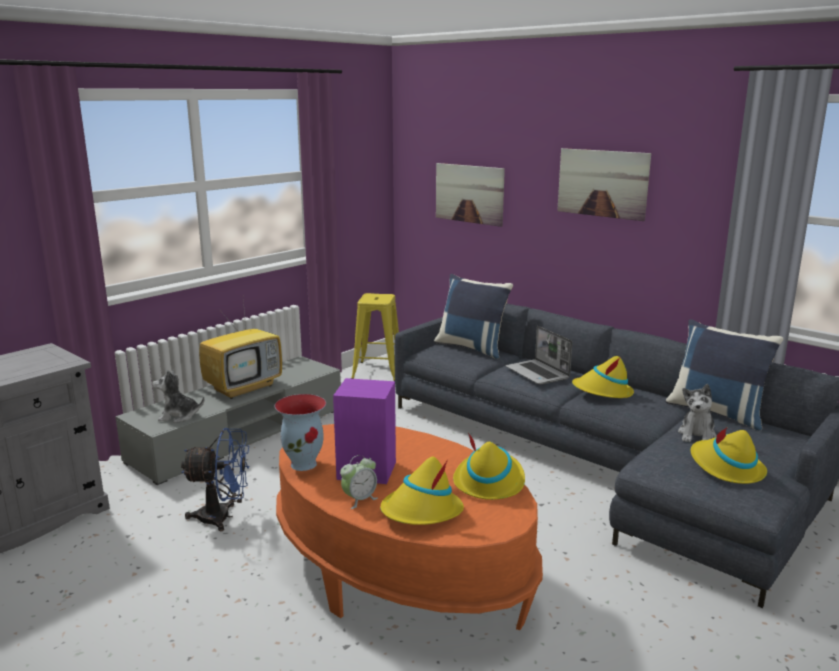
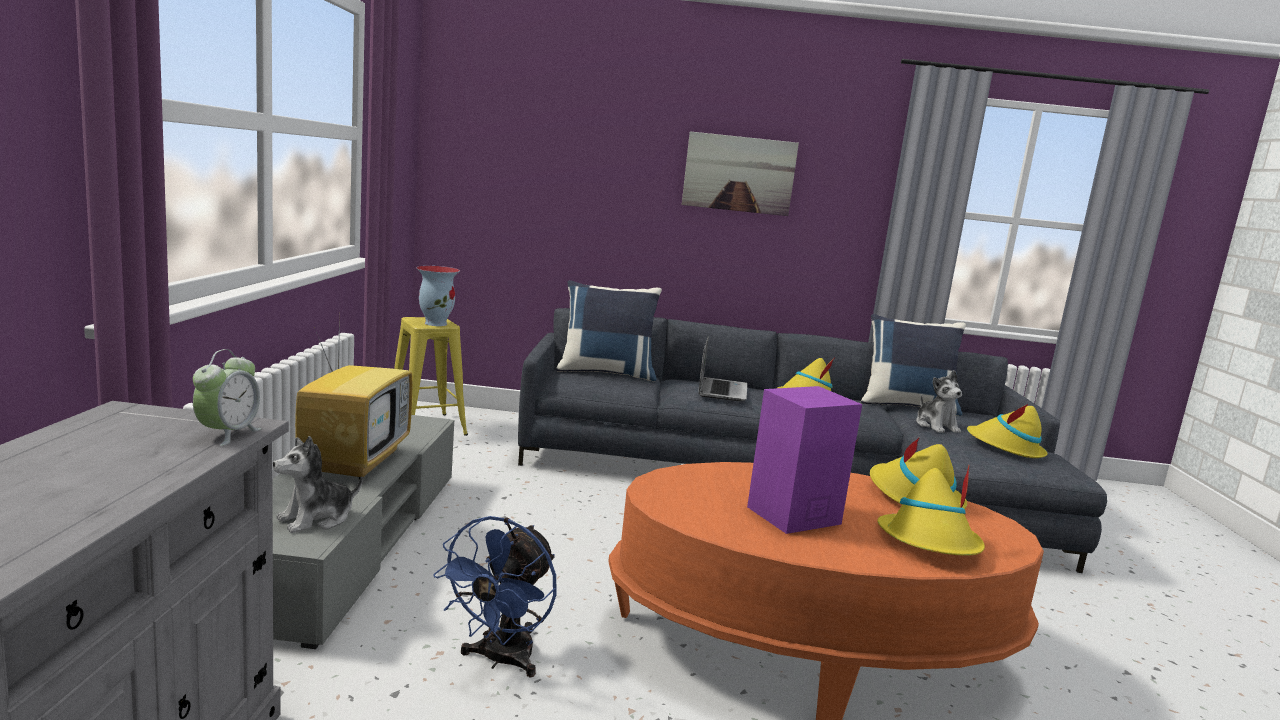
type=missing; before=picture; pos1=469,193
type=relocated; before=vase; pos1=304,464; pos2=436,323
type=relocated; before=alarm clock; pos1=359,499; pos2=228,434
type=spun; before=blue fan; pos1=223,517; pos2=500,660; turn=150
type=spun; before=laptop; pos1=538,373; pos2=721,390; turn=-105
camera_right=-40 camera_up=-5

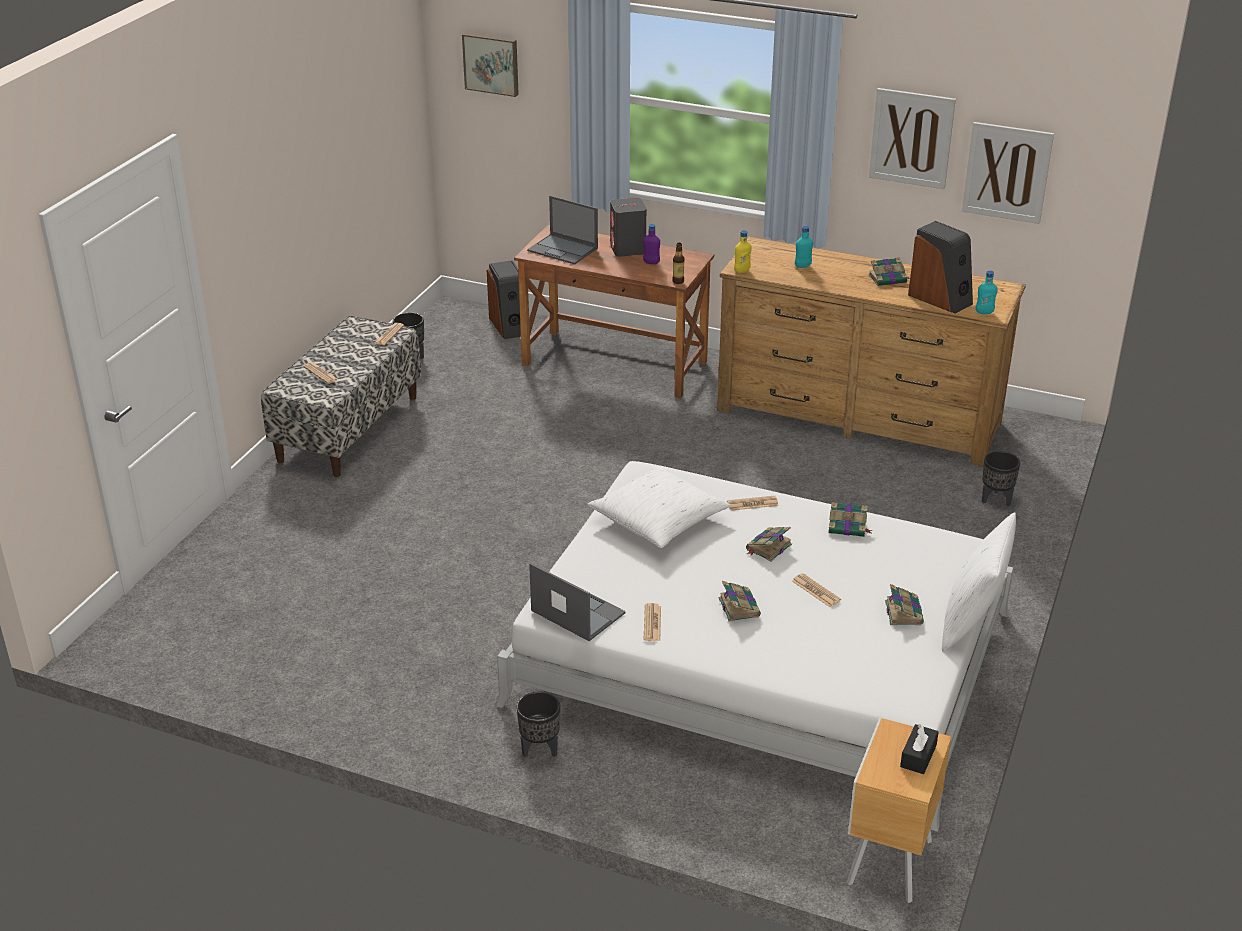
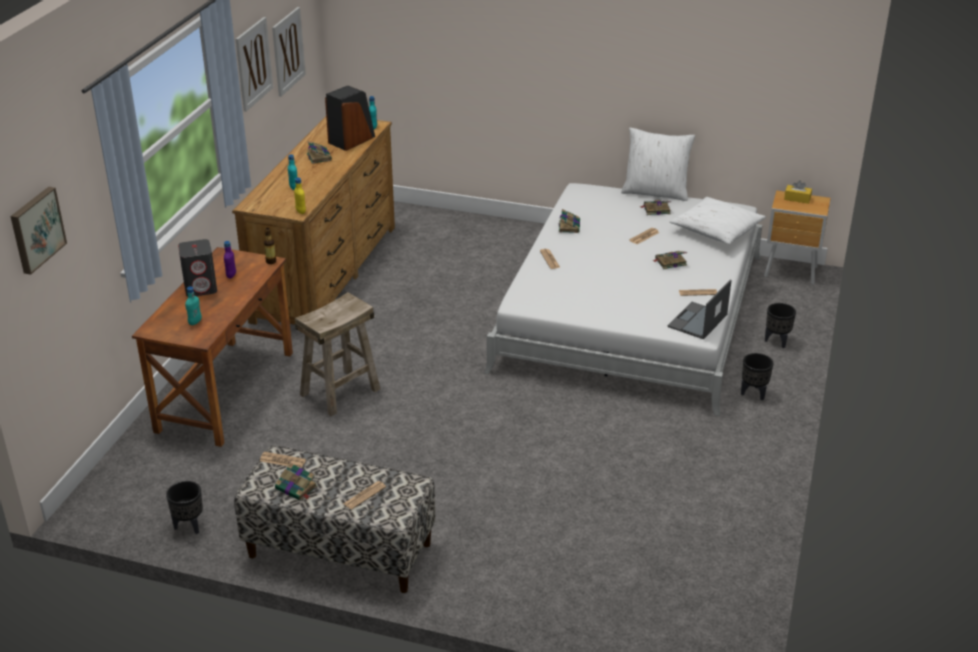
type=missing; before=speaker; pos1=509,326
type=appeared; after=beige stool; pos2=340,392
type=relocated; before=white pillow; pos1=659,519; pos2=716,230
type=relocated; before=book; pos1=768,547; pos2=297,488
type=relocated; before=black planter; pos1=996,500; pos2=777,341
type=exchanged; before=laptop; after=turquoise bottle; pos1=563,249; pos2=195,322
type=colour; before=black tissue box; after=yellow tissue box; pos1=918,756; pos2=797,199
camera_right=-95 camera_up=0

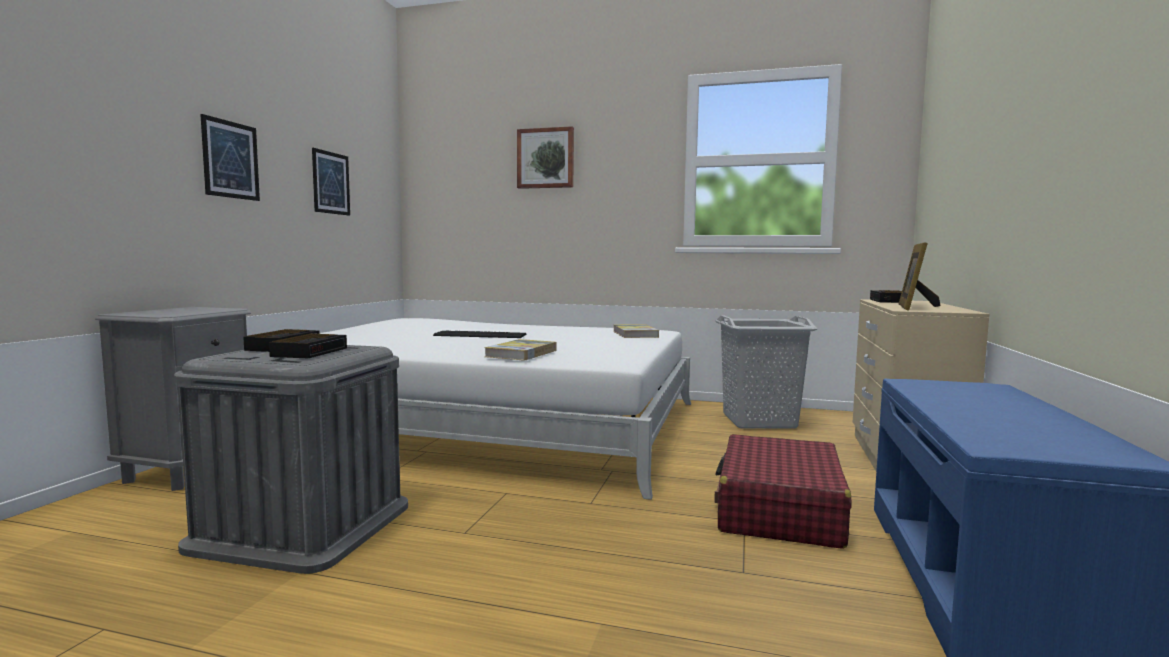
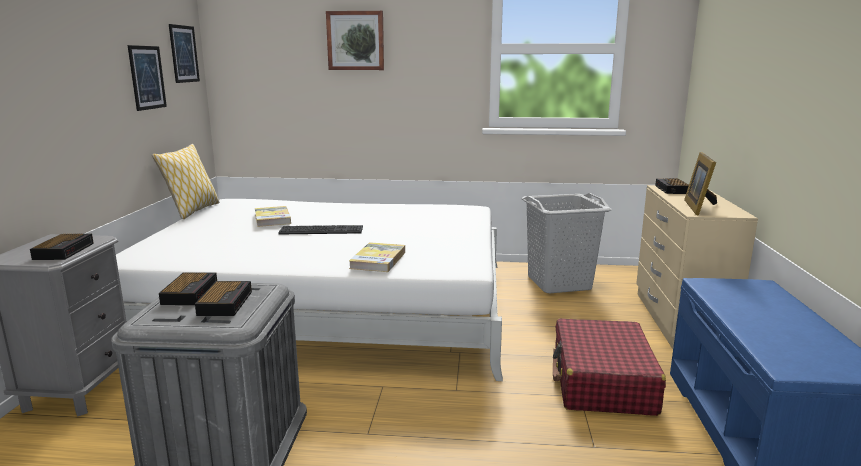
type=appeared; after=alarm clock; pos2=64,251
type=appeared; after=pillow; pos2=192,211
type=relocated; before=picture; pos1=231,159; pos2=184,54
type=relocated; before=book; pos1=635,334; pos2=272,219
camera_right=-10 camera_up=10

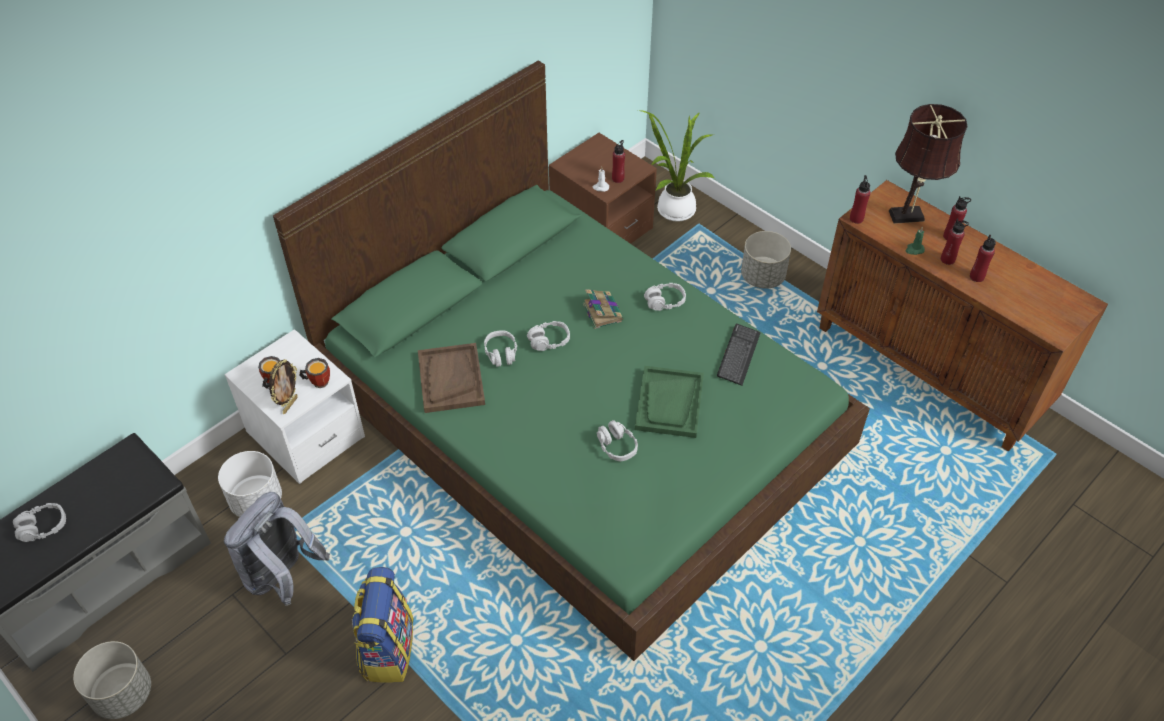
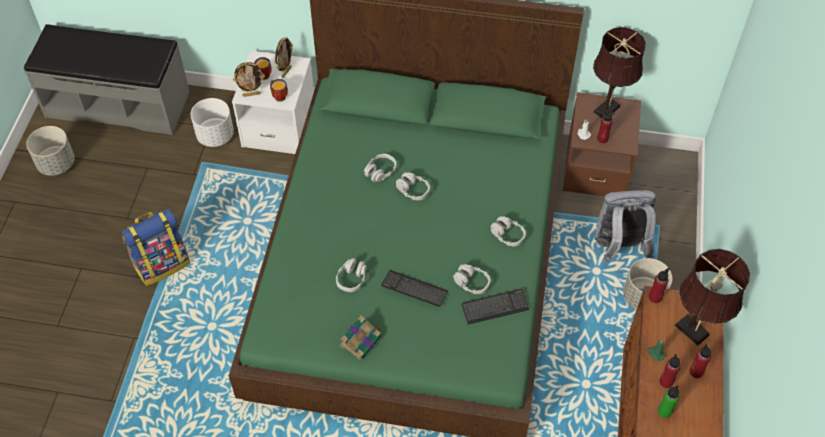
type=missing; before=brown tray; pos1=451,379
type=missing; before=potted plant; pos1=673,209
type=appeared; after=picture frame; pos2=286,72
type=appeared; after=brown table lamp; pos2=608,108
type=relocated; before=grey headphones; pos1=43,527; pos2=471,282
type=relocated; before=grey backpack; pos1=283,577; pos2=619,247
type=relocated; before=book; pos1=602,311; pos2=361,340
type=exchanged; before=green tray; after=keyboard; pos1=669,403; pos2=414,289
type=colour; before=red bottle; after=green bottle; pos1=976,277; pos2=664,411
camera_right=55 camera_up=5

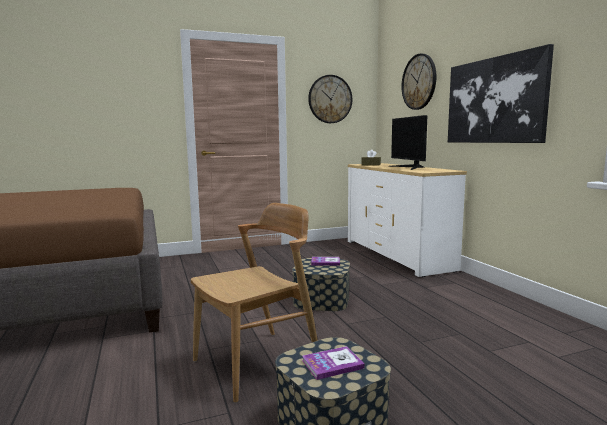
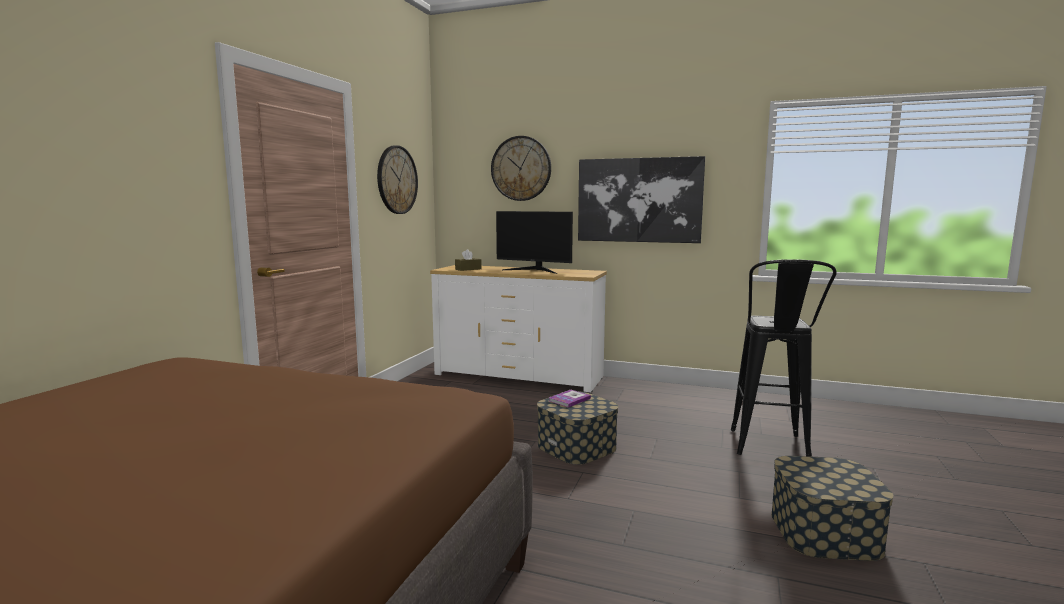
type=missing; before=brown chair; pos1=257,363
type=missing; before=book; pos1=332,364
type=appeared; after=black stool; pos2=770,451
camera_right=-50 camera_up=0

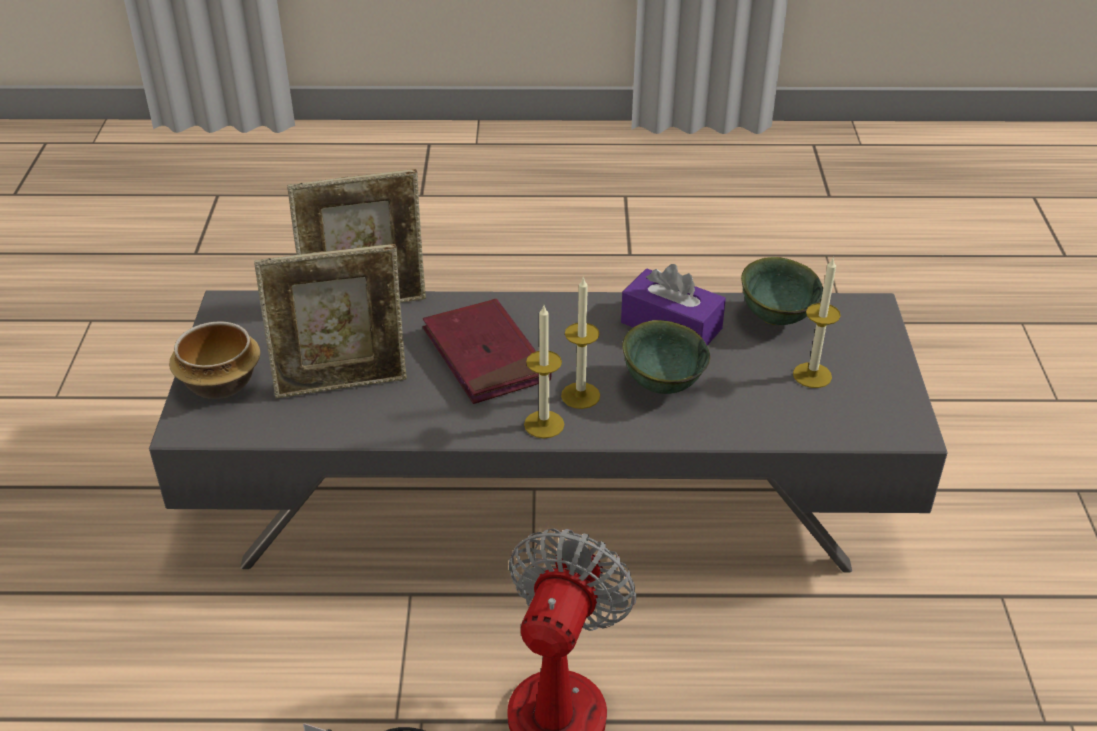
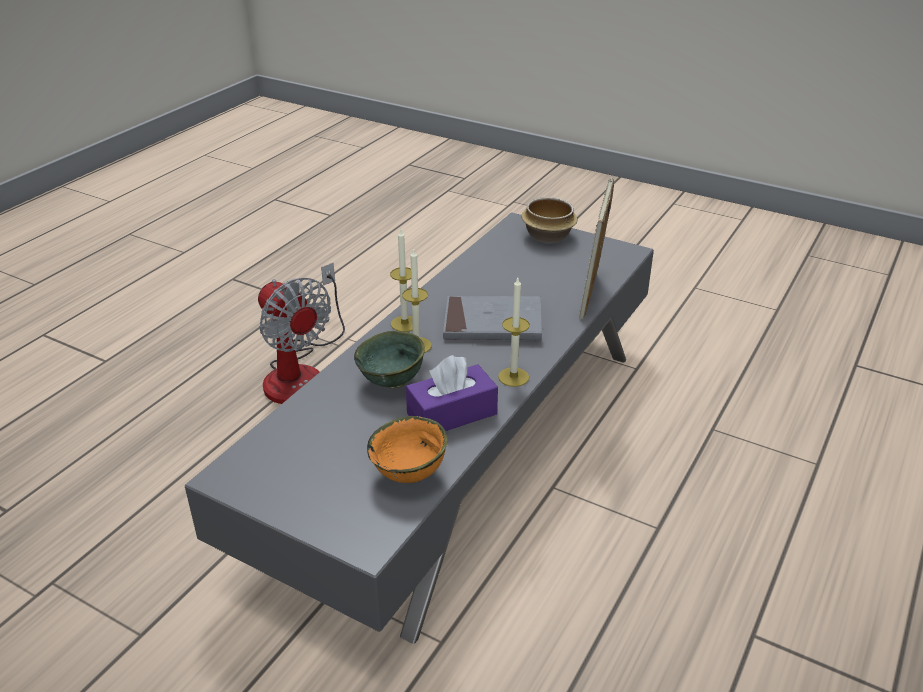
type=missing; before=picture frame; pos1=342,384
type=relocated; before=candle; pos1=812,375; pos2=513,377
type=colour; before=red book; after=grey book; pos1=485,356; pos2=493,323
type=colour; before=green bowl; after=orange bowl; pos1=776,317; pos2=410,475
camera_right=120 camera_up=-5

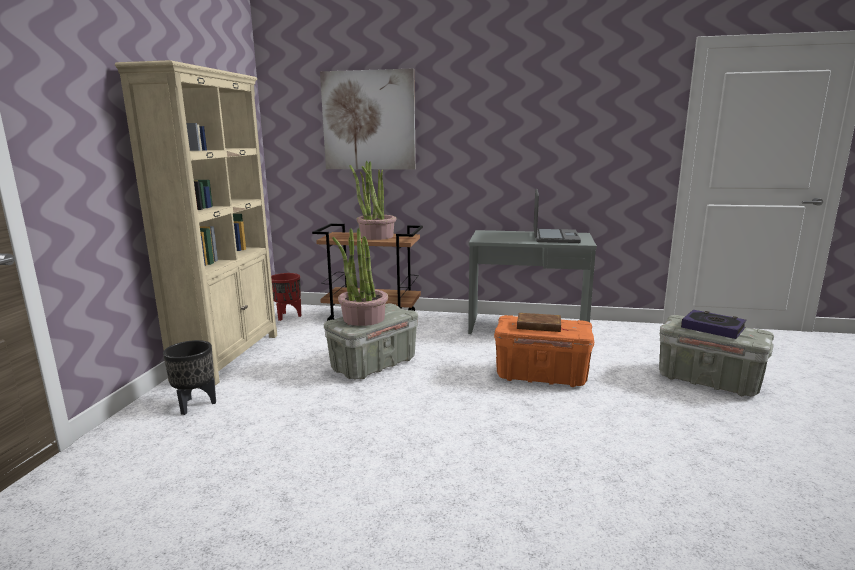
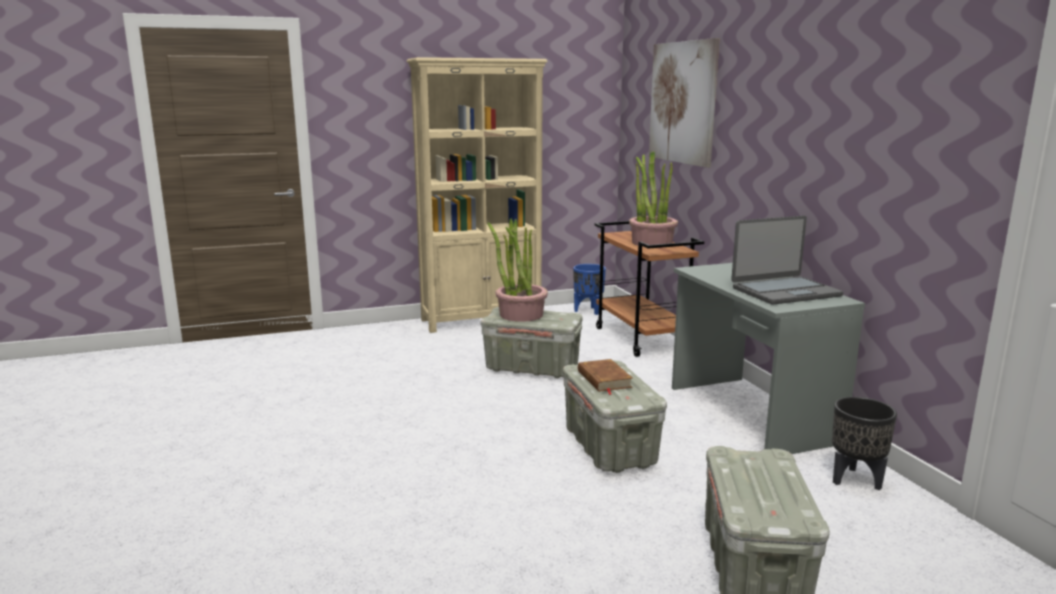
type=missing; before=book; pos1=712,328
type=relocated; before=black planter; pos1=195,405; pos2=855,480
type=colour; before=red planter; after=blue planter; pos1=287,316; pos2=588,311
type=colour; before=orange storage box; after=grey storage box; pos1=542,375; pos2=610,447
camera_right=60 camera_up=0

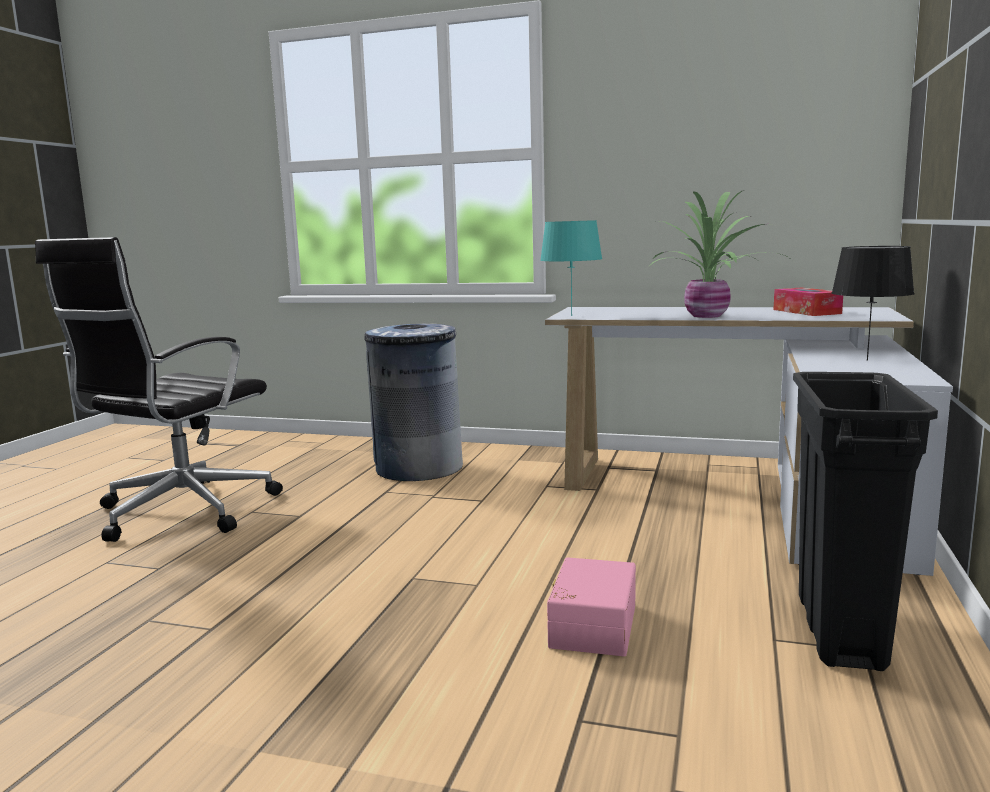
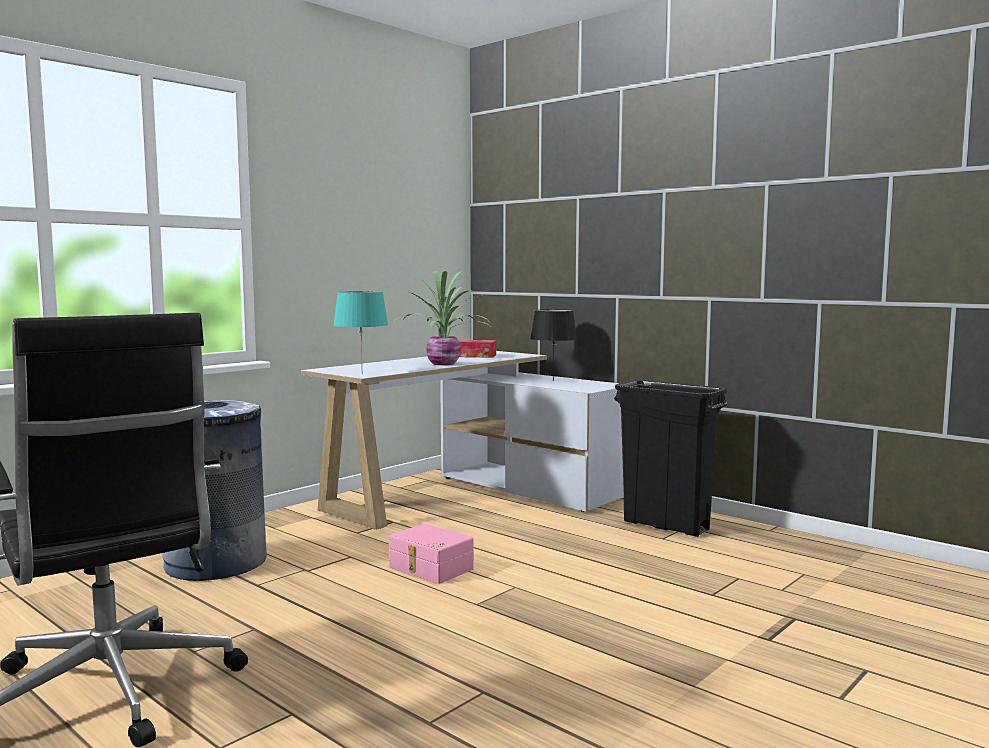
type=relocated; before=pink storage box; pos1=590,625; pos2=429,568
camera_right=-65 camera_up=-5

